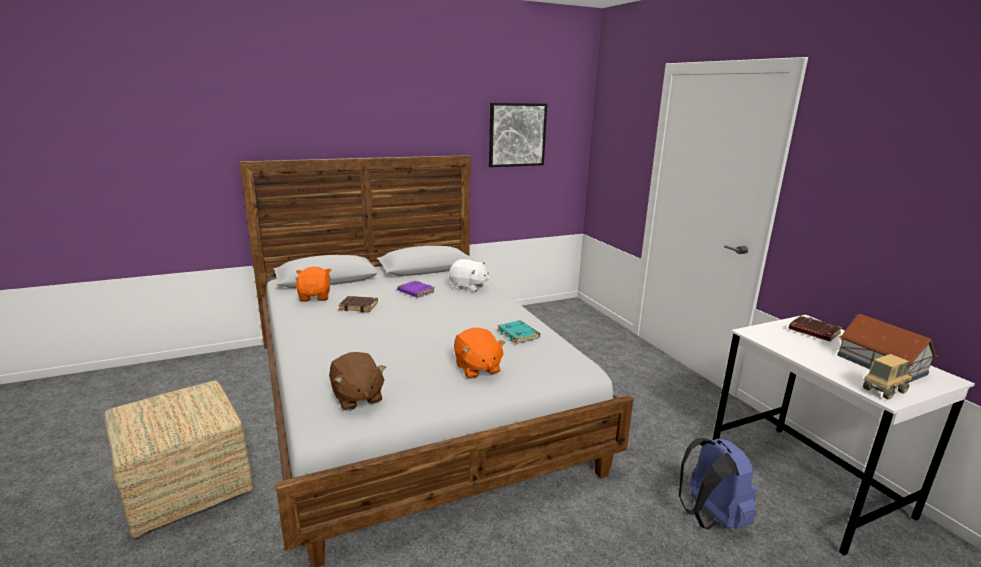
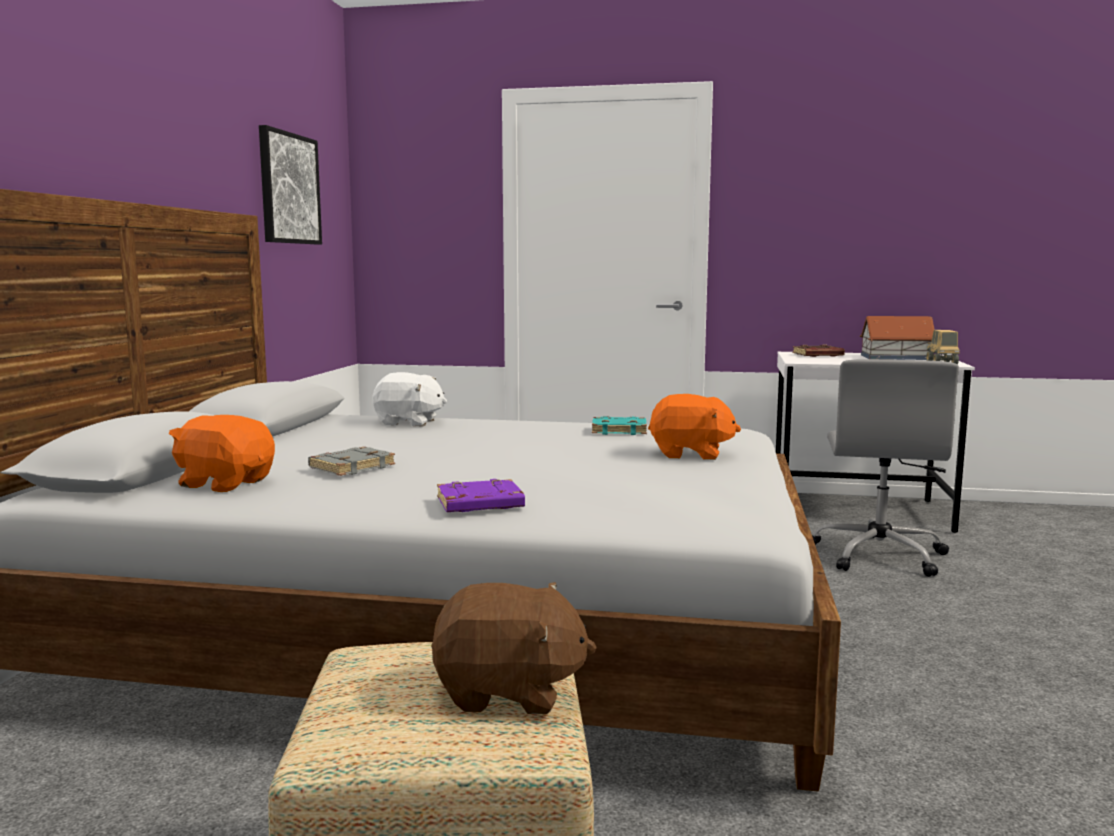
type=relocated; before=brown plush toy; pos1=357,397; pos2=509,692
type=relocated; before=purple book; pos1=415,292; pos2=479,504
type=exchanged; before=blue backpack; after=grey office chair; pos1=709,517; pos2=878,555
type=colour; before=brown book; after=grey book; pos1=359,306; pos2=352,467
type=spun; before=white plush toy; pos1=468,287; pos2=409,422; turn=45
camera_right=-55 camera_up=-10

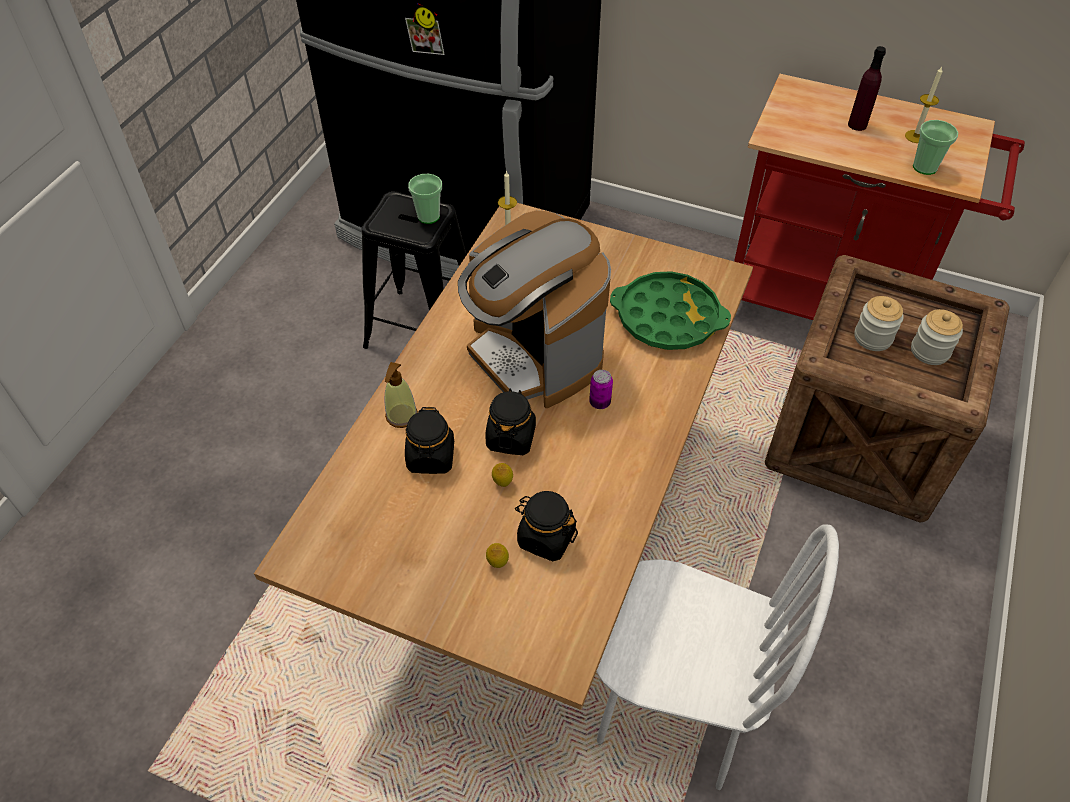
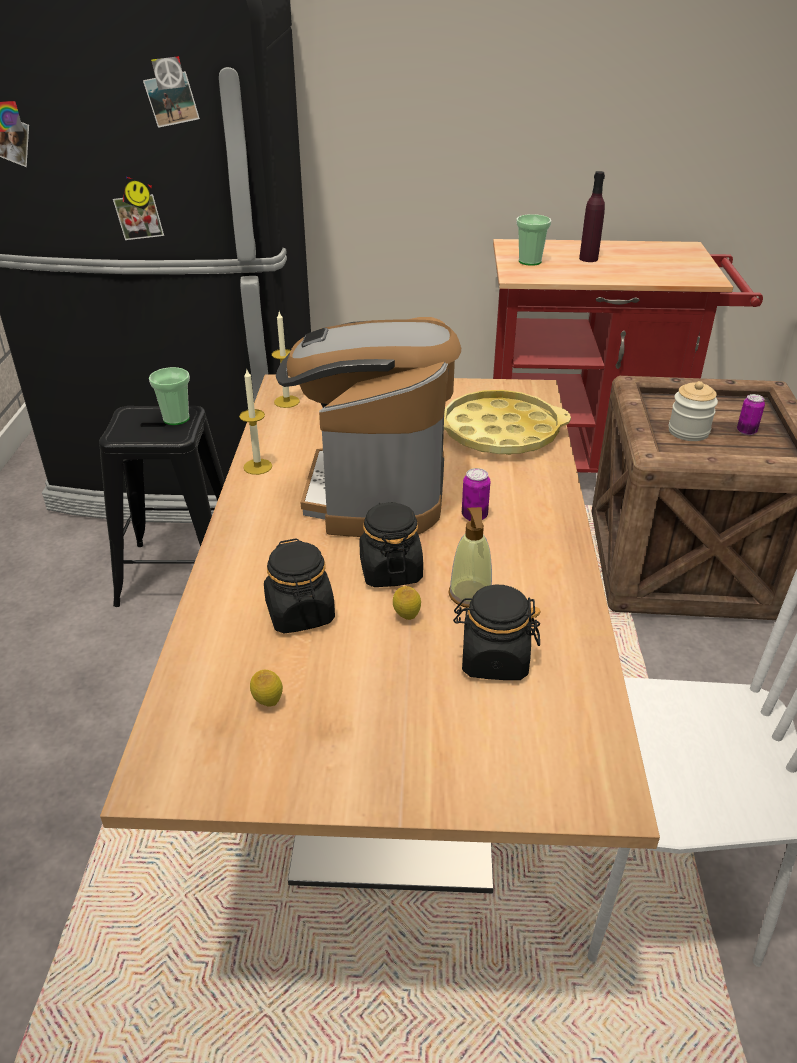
type=relocated; before=soap dispenser; pos1=401,416; pos2=470,595
type=relocated; before=lemon; pos1=497,563; pos2=268,703
type=relocated; before=candle; pos1=915,136; pos2=257,466
type=relocated; before=cup; pos1=925,167; pos2=530,261
type=exchanged; before=jar; after=can; pos1=930,351; pos2=746,431
type=colour; before=green tray; after=yellow tray; pos1=668,318; pos2=500,432
type=spun; before=coffee machine; pos1=534,356; pos2=374,492; turn=60
camera_right=-20 camera_up=-15

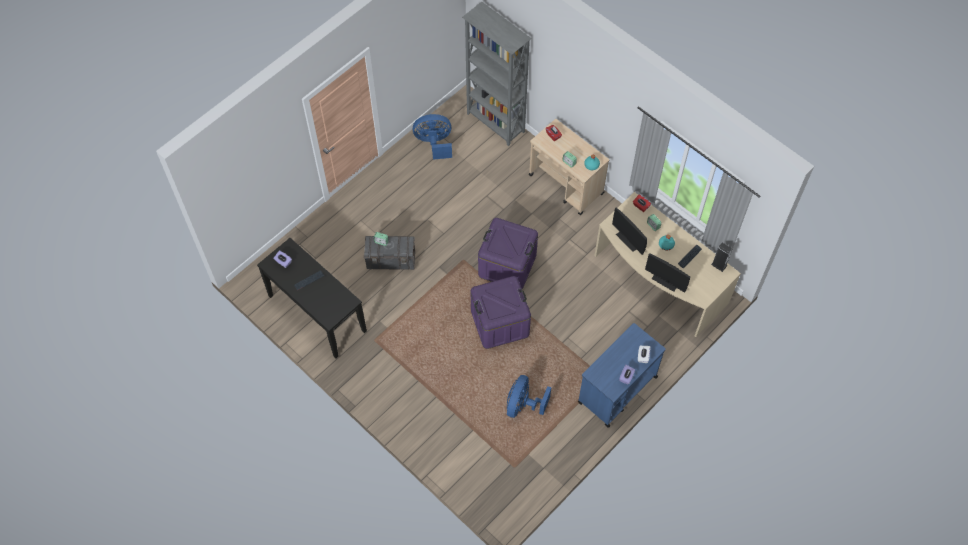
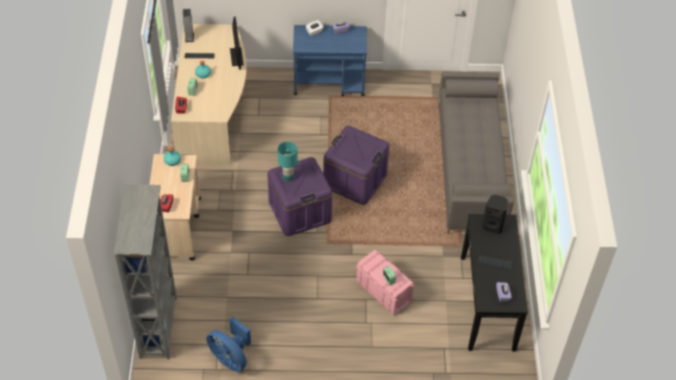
type=missing; before=blue fan; pos1=523,405
type=missing; before=monitor; pos1=628,240
type=appeared; after=turquoise table lamp; pos2=287,178
type=appeared; after=grey sofa; pos2=470,168
type=appeared; after=black speaker; pos2=492,225
type=colour; before=grey storage box; after=pink storage box; pos1=391,260; pos2=383,291
camera_right=-135 camera_up=-10

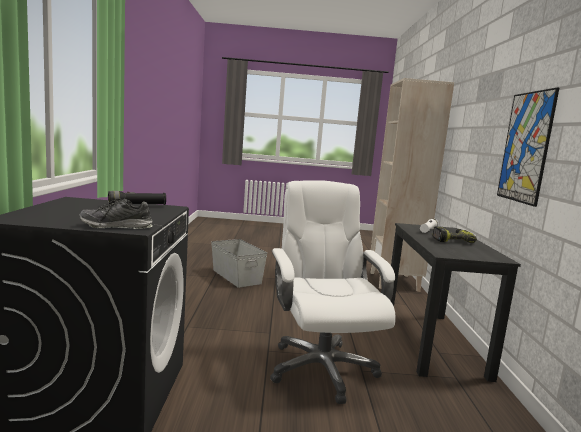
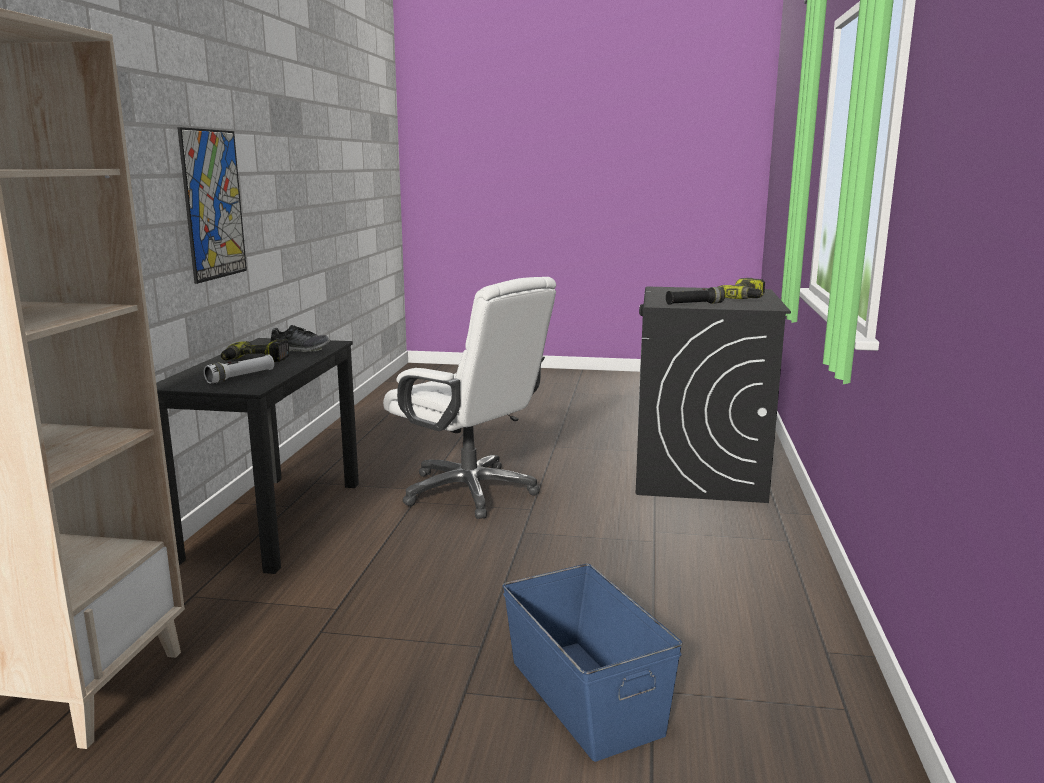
type=appeared; after=power drill; pos2=746,298
type=relocated; before=shoe; pos1=116,226; pos2=299,350
type=colour; before=grey storage box; after=blue storage box; pos1=236,276; pos2=584,697
type=spun; before=white office chair; pos1=321,368; pos2=470,491; turn=-45
camera_right=-170 camera_up=5

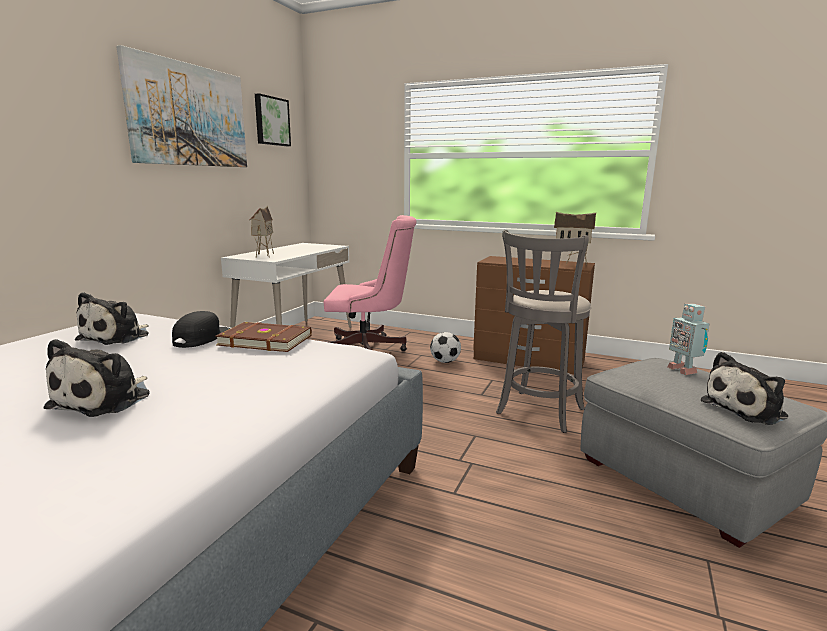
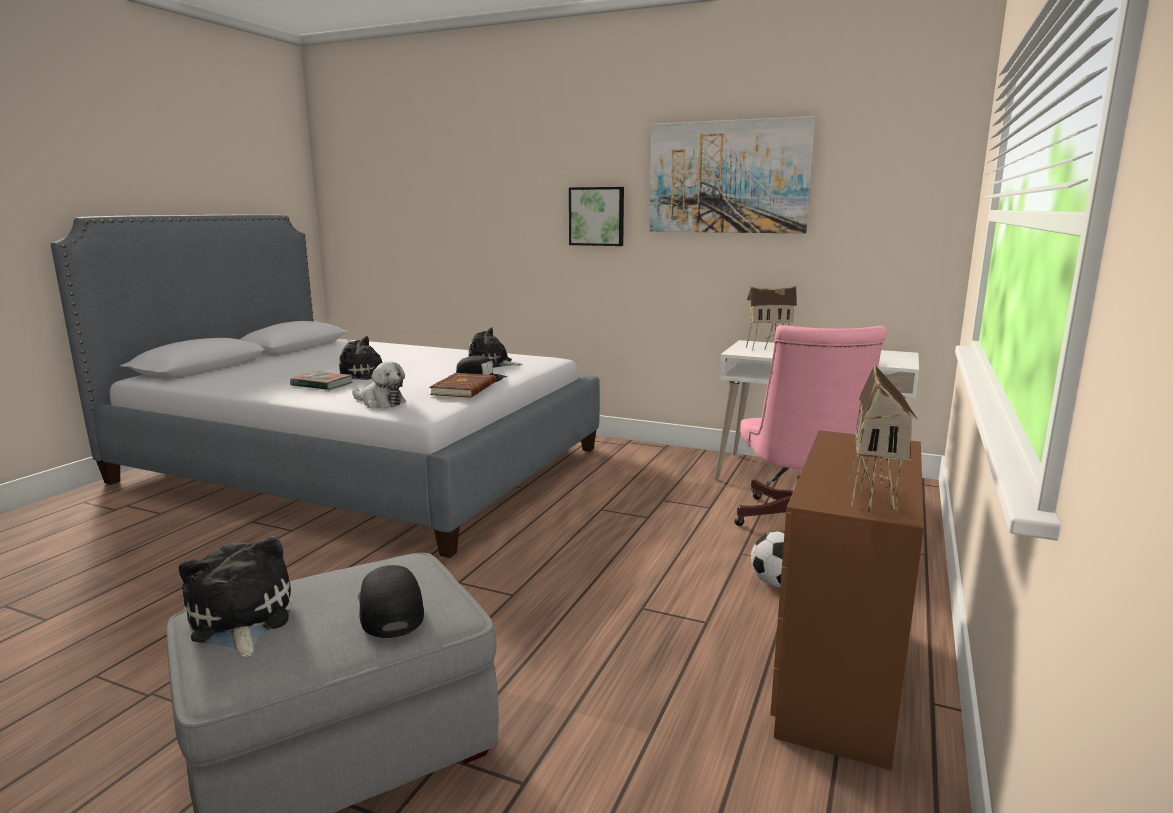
type=missing; before=grey stool; pos1=538,413
type=appeared; after=book; pos2=322,384
type=appeared; after=plush toy; pos2=380,402
type=relocated; before=picture; pos1=271,121; pos2=597,216
type=exchanged; before=toy robot; after=black cap; pos1=682,370; pos2=390,610
camera_right=90 camera_up=0

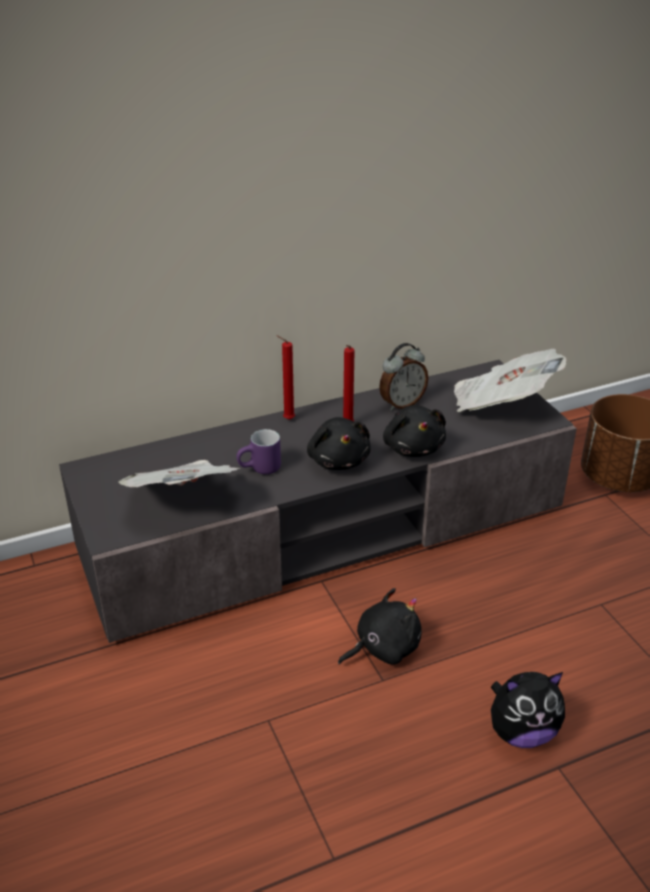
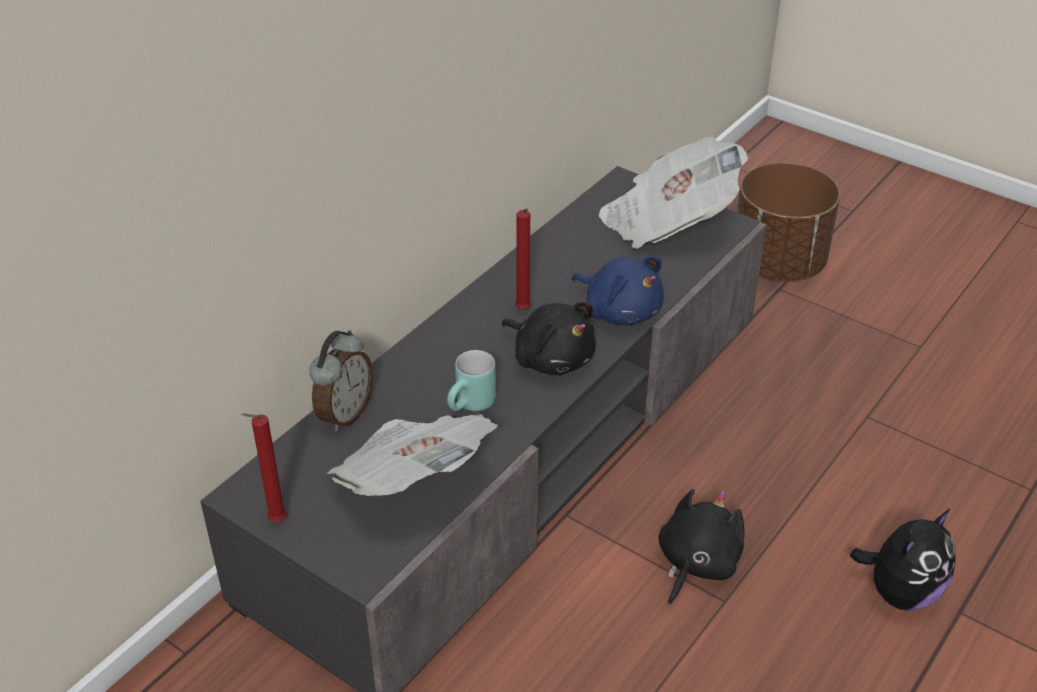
type=relocated; before=red candle; pos1=287,419; pos2=274,521
type=relocated; before=alarm clock; pos1=401,403; pos2=344,414
type=colour; before=purple mug; after=turquoise mug; pos1=260,470; pos2=472,406
type=colour; before=black plush toy; after=blue plush toy; pos1=413,447; pos2=620,310
camera_right=-30 camera_up=5

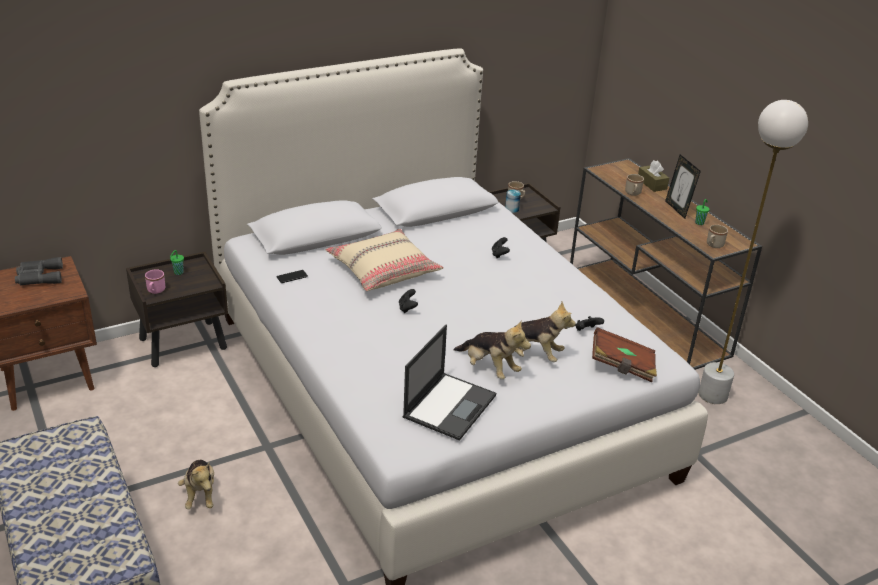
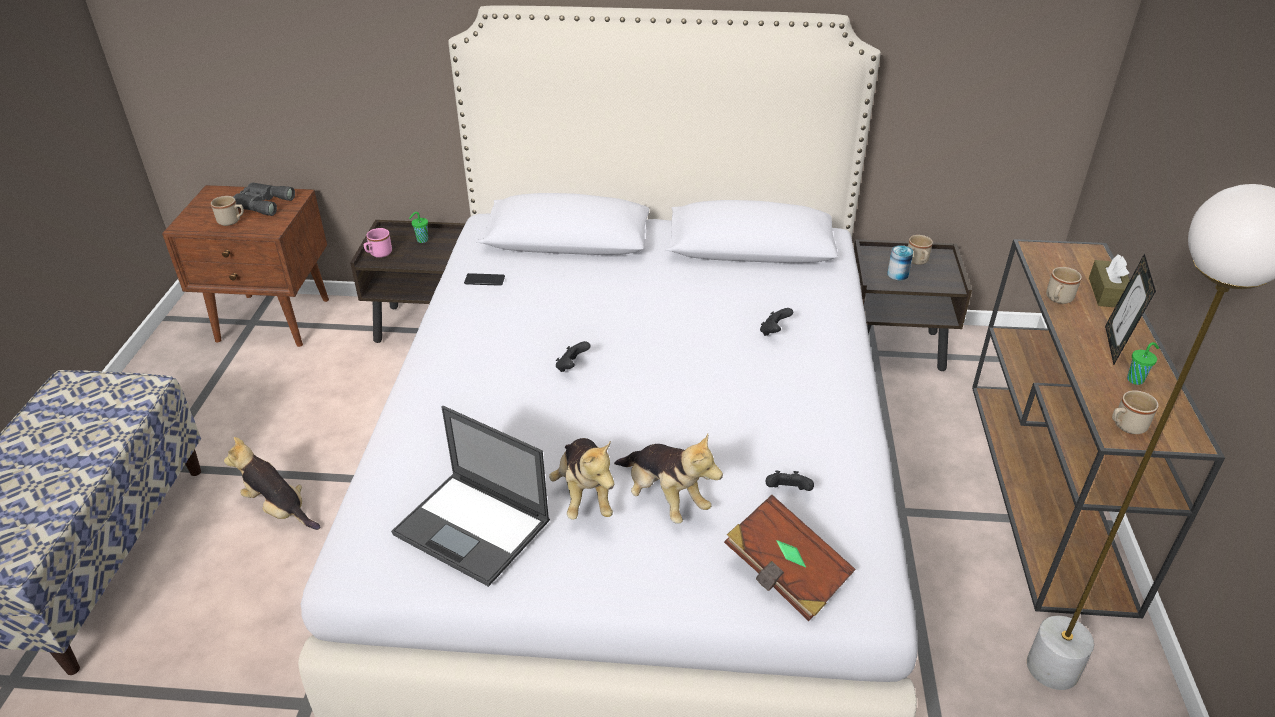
type=missing; before=beige pillow; pos1=384,270
type=appeared; after=beige mug; pos2=232,221
type=spun; before=plush toy; pos1=200,494; pos2=279,509; turn=105
type=spun; before=laptop; pos1=450,405; pos2=473,528; turn=60
camera_right=35 camera_up=5

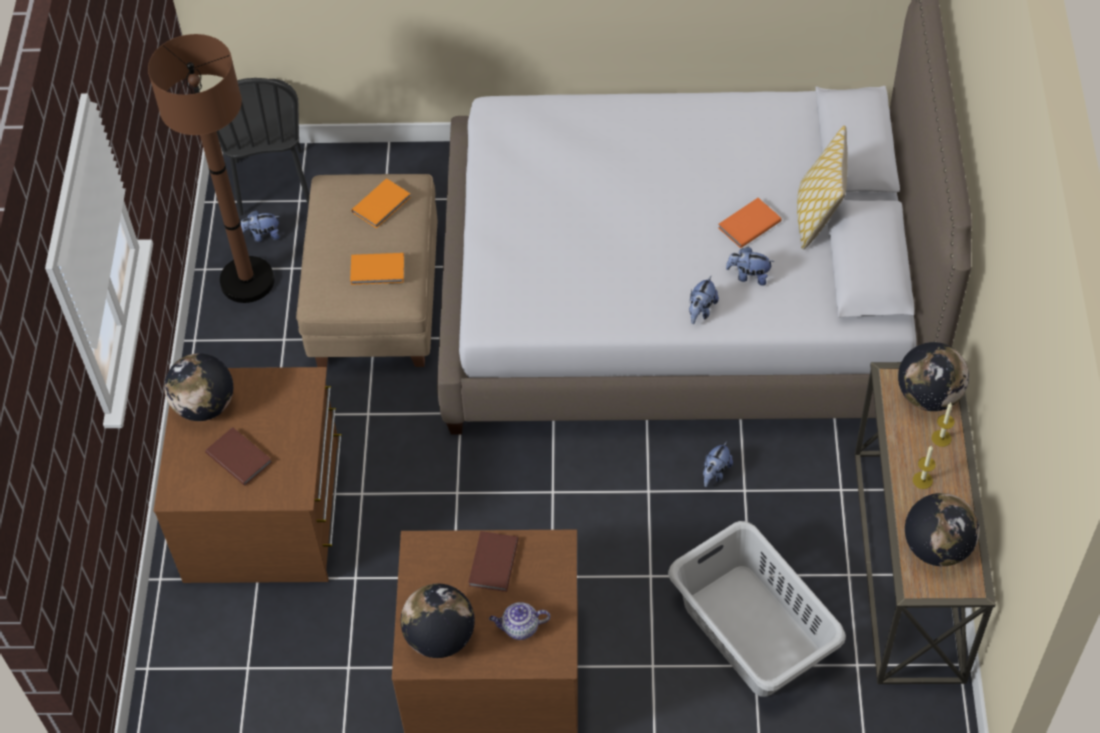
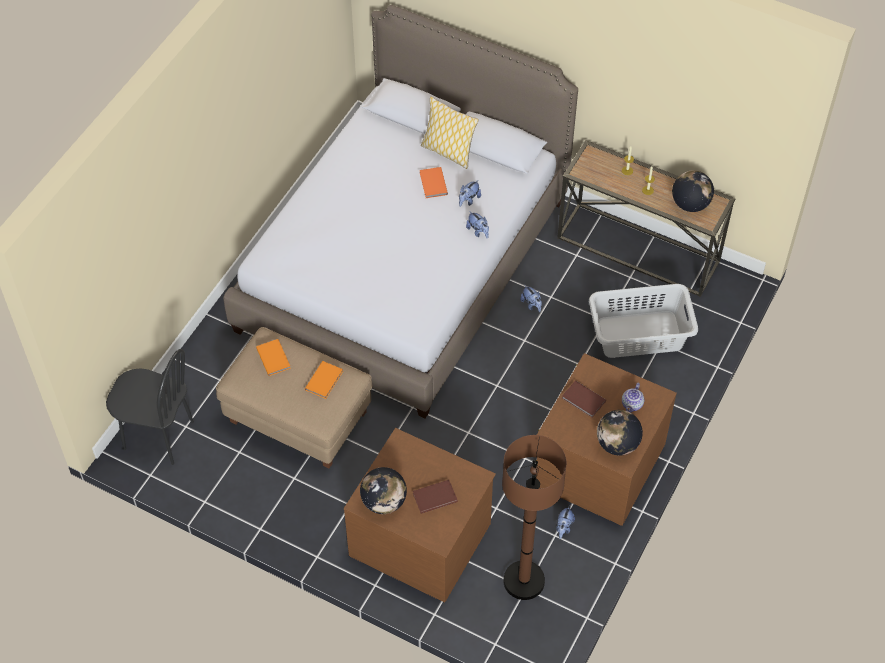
type=missing; before=globe; pos1=928,396
type=relocated; before=brown floor lamp; pos1=247,281; pos2=524,581
type=relocated; before=plush toy; pos1=263,235; pos2=564,527
camera_right=-65 camera_up=0

